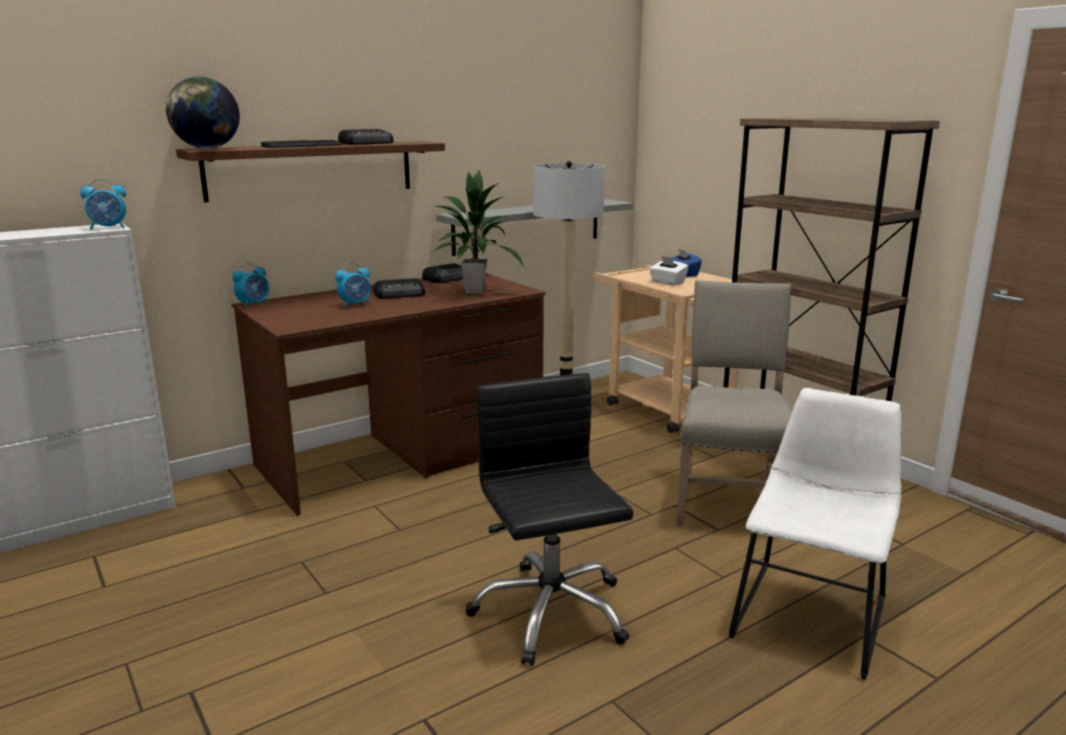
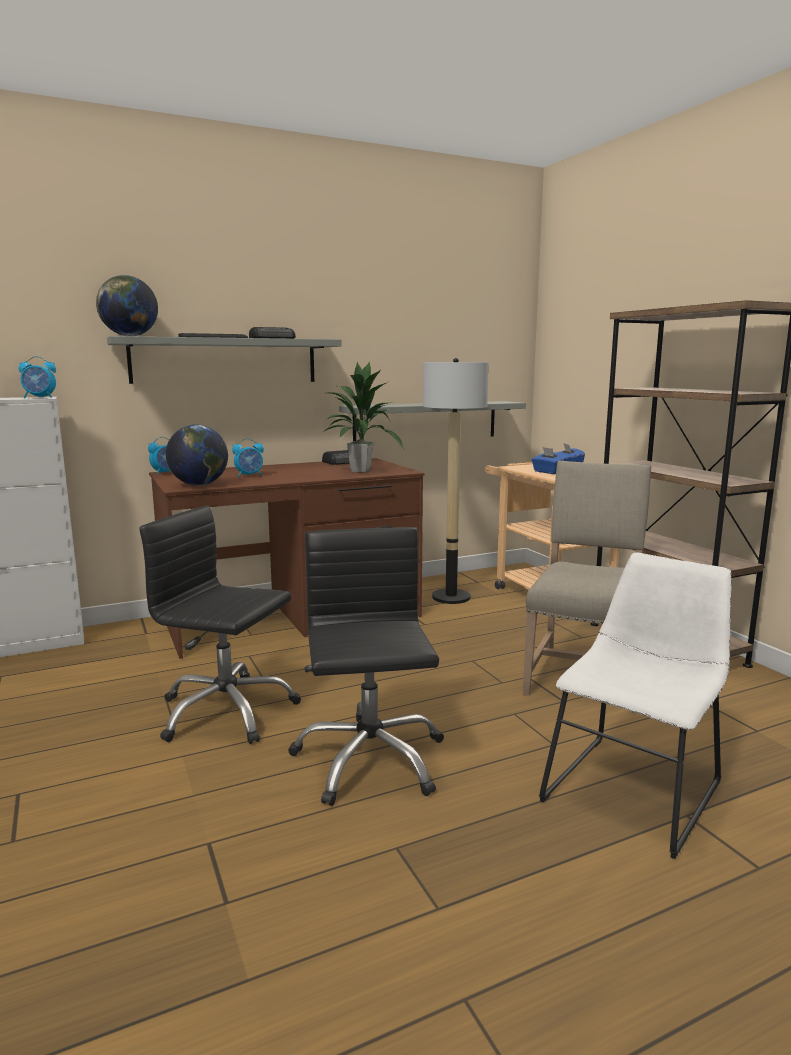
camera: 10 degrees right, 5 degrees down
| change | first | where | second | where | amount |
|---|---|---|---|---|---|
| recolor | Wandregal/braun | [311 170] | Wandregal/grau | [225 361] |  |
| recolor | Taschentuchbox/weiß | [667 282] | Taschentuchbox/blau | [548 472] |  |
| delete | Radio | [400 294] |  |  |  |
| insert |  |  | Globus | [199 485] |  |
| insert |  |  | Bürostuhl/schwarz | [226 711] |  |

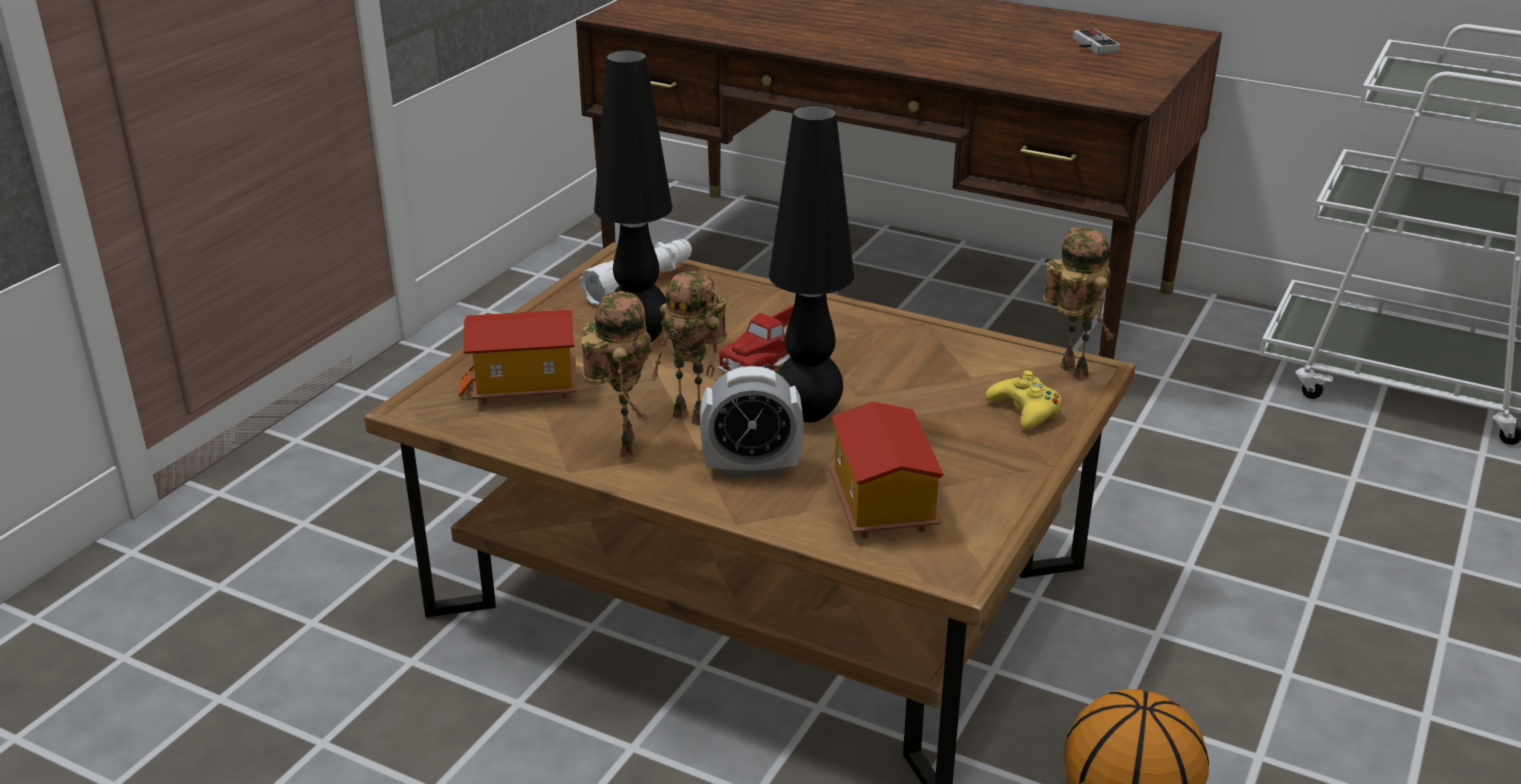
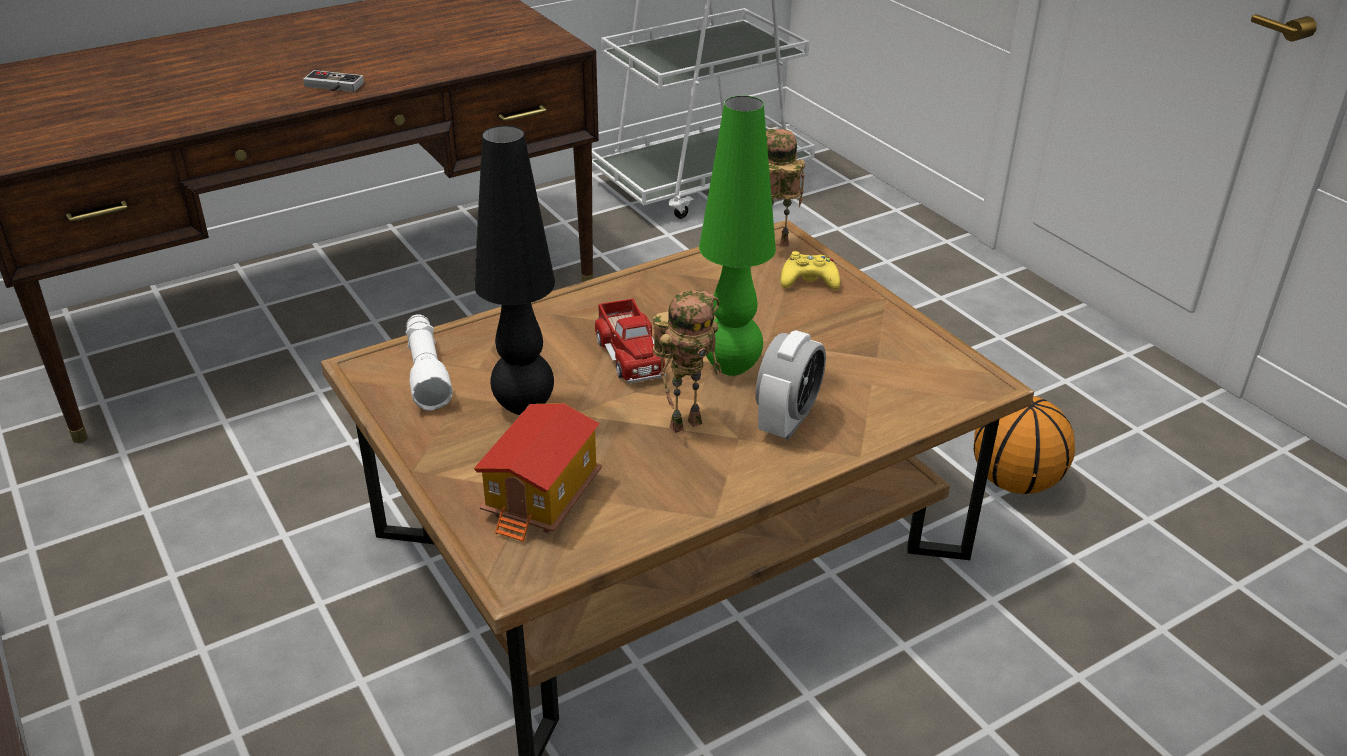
camera: 60 degrees left, 5 degrees up
| change | first | where | second | where | amount |
|---|---|---|---|---|---|
| move | Gamepad | [1090 46] |  | [331 87] |  |
| recolor | Tischlampe/schwarz | [808 414] | Tischlampe/grün | [731 368] |  |
| delete | Spielzeugroboter | [623 446] |  |  |  |
| delete | Spielzeughaus | [880 506] |  |  |  |

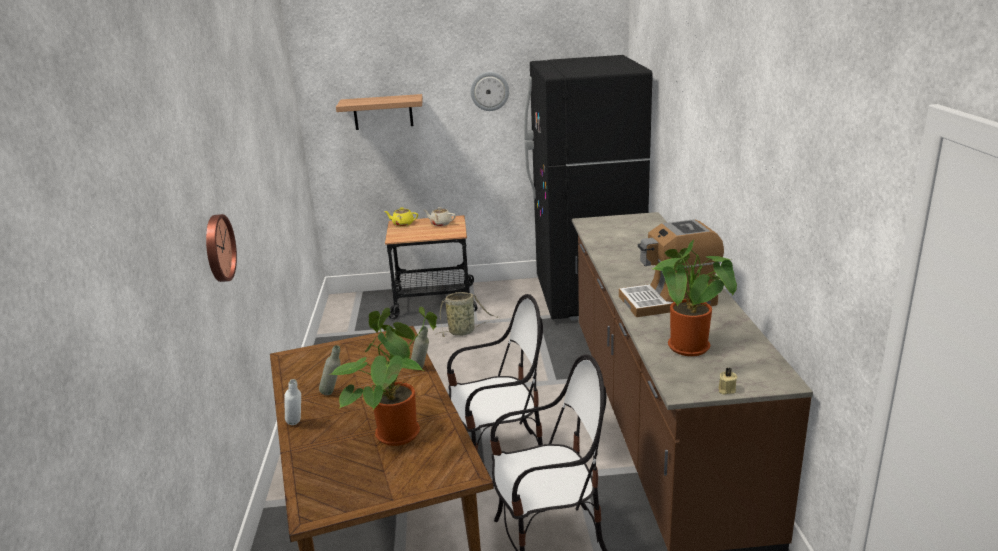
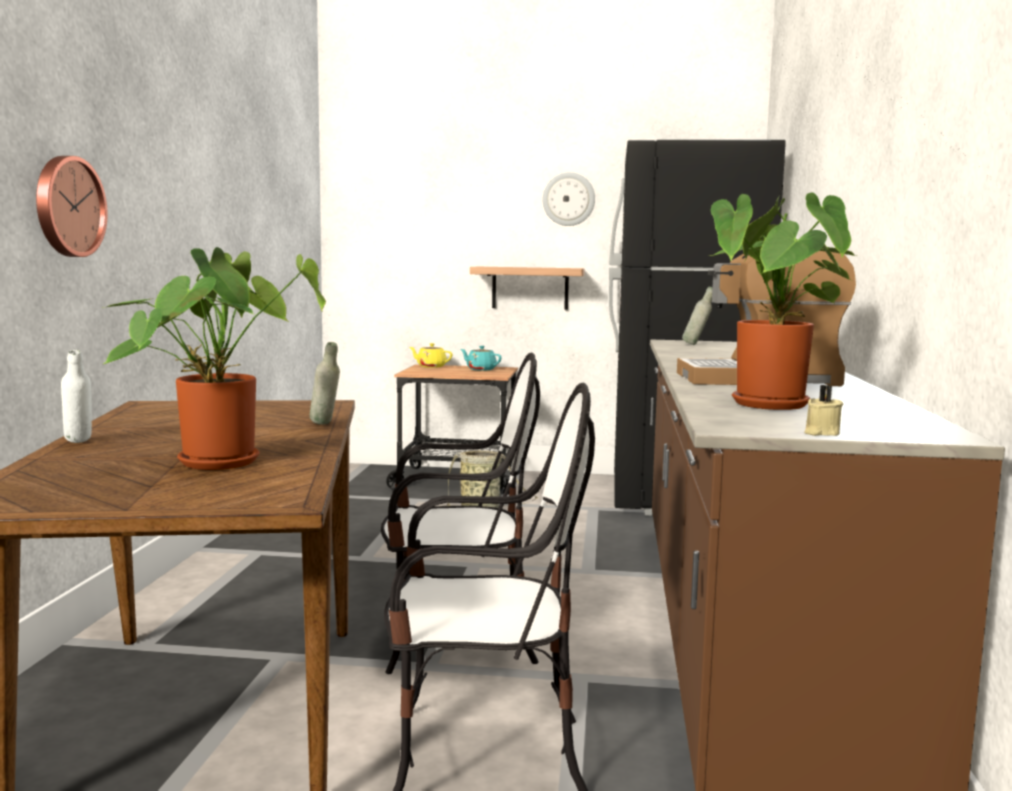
camera: 10 degrees right, 15 degrees down
| change | first | where | second | where | amount |
|---|---|---|---|---|---|
| move | Wandregal | [383 112] |  | [530 288] |  |
| recolor | Teekanne/beige | [440 223] | Teekanne/türkis | [480 369] |  |
| move | Flasche/grau | [333 393] |  | [696 344] |  |

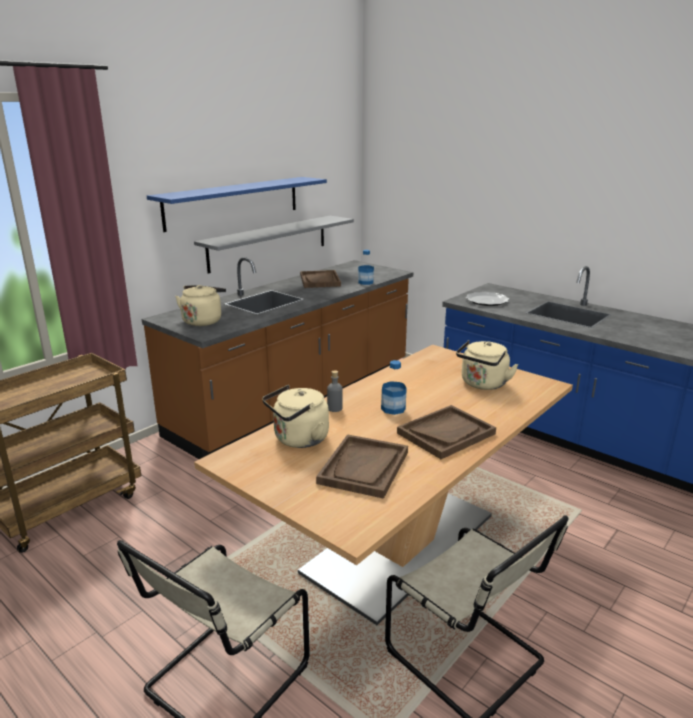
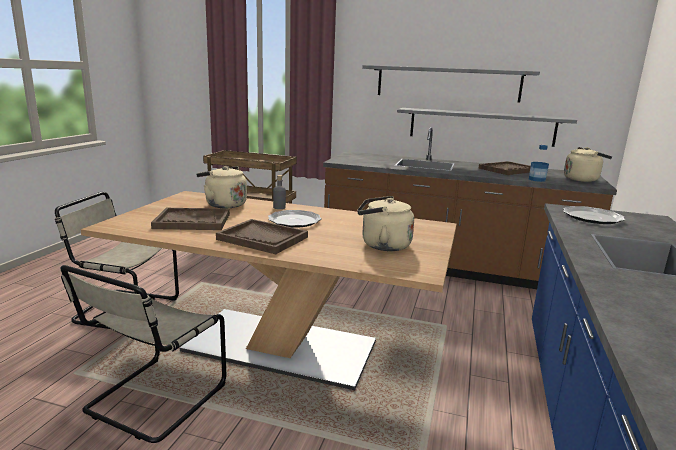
camera: 65 degrees right, 5 degrees down
| change | first | where | second | where | amount |
|---|---|---|---|---|---|
| recolor | Wandregal/blau | [234 202] | Wandregal/grau | [447 83] |  |
| move | Wasserkessel/beige | [203 321] |  | [582 179] |  |
| replace | Flasche | [393 408] | Teller | [294 221] |  |

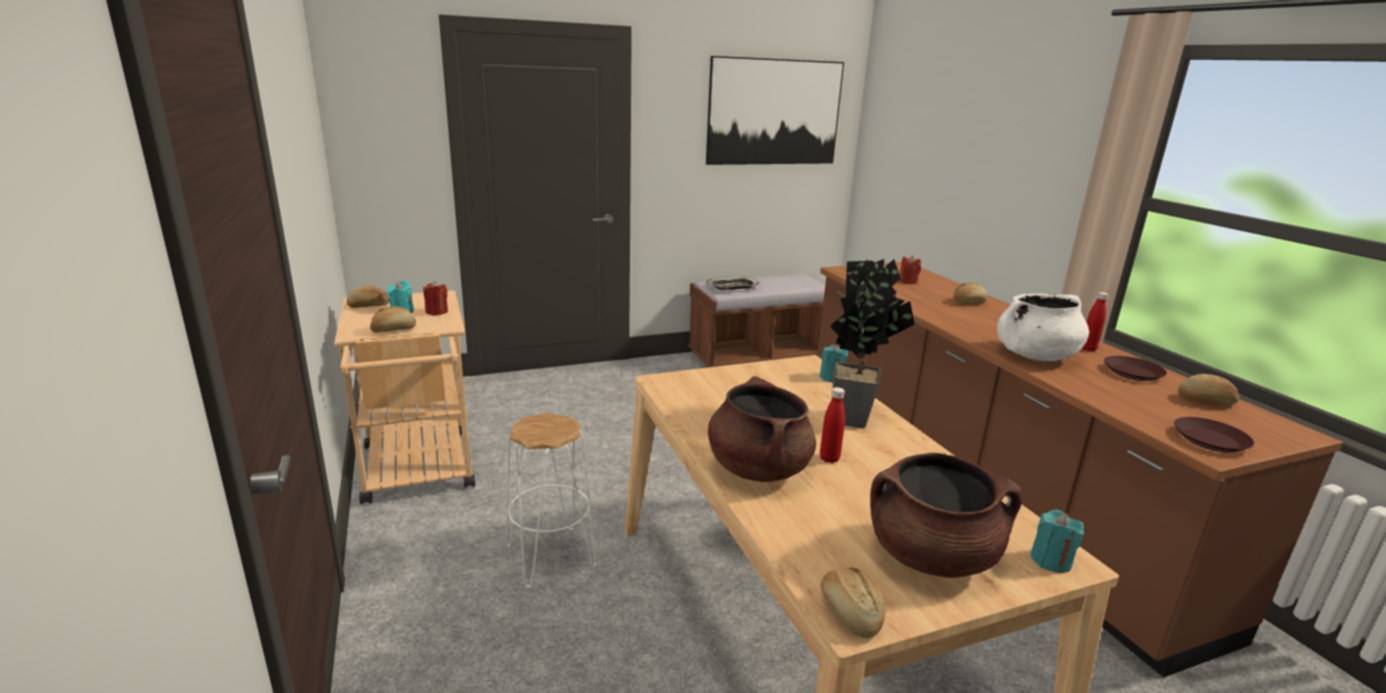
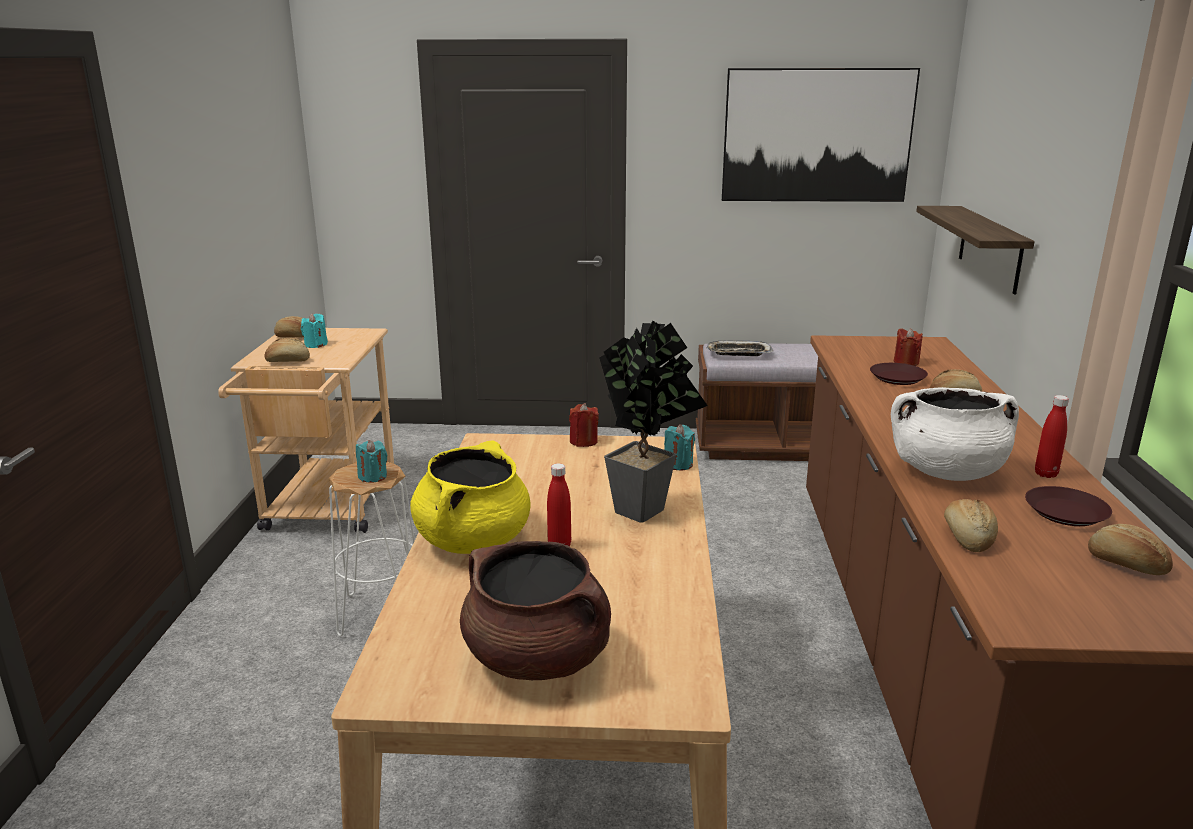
camera: 25 degrees right, 0 degrees up
| change | first | where | second | where | amount |
|---|---|---|---|---|---|
| move | Kerze/rot | [436 312] |  | [583 441] |  |
| recolor | Kochtopf/braun | [758 468] | Kochtopf/gelb | [473 540] |  |
| move | Teller/braun | [1209 440] |  | [897 378] |  |
| move | Kerze/türkis | [1051 560] |  | [373 476] |  |
| move | Brot | [850 613] |  | [968 537] |  |
| insert |  |  | Wandregal | [990 248] |  |

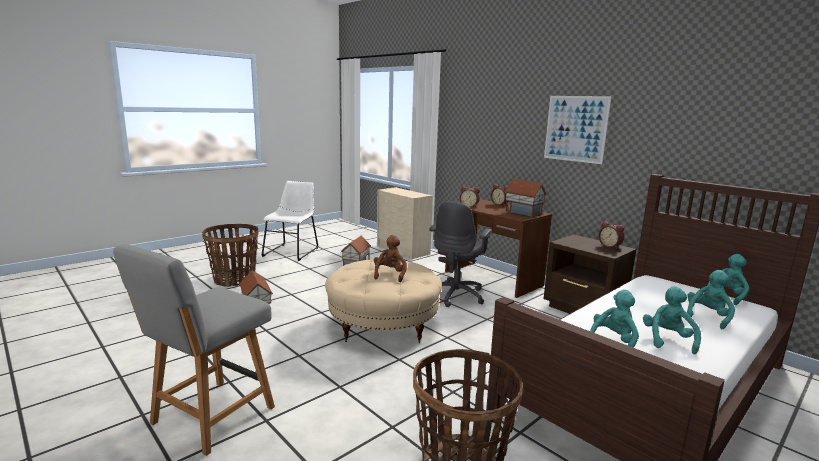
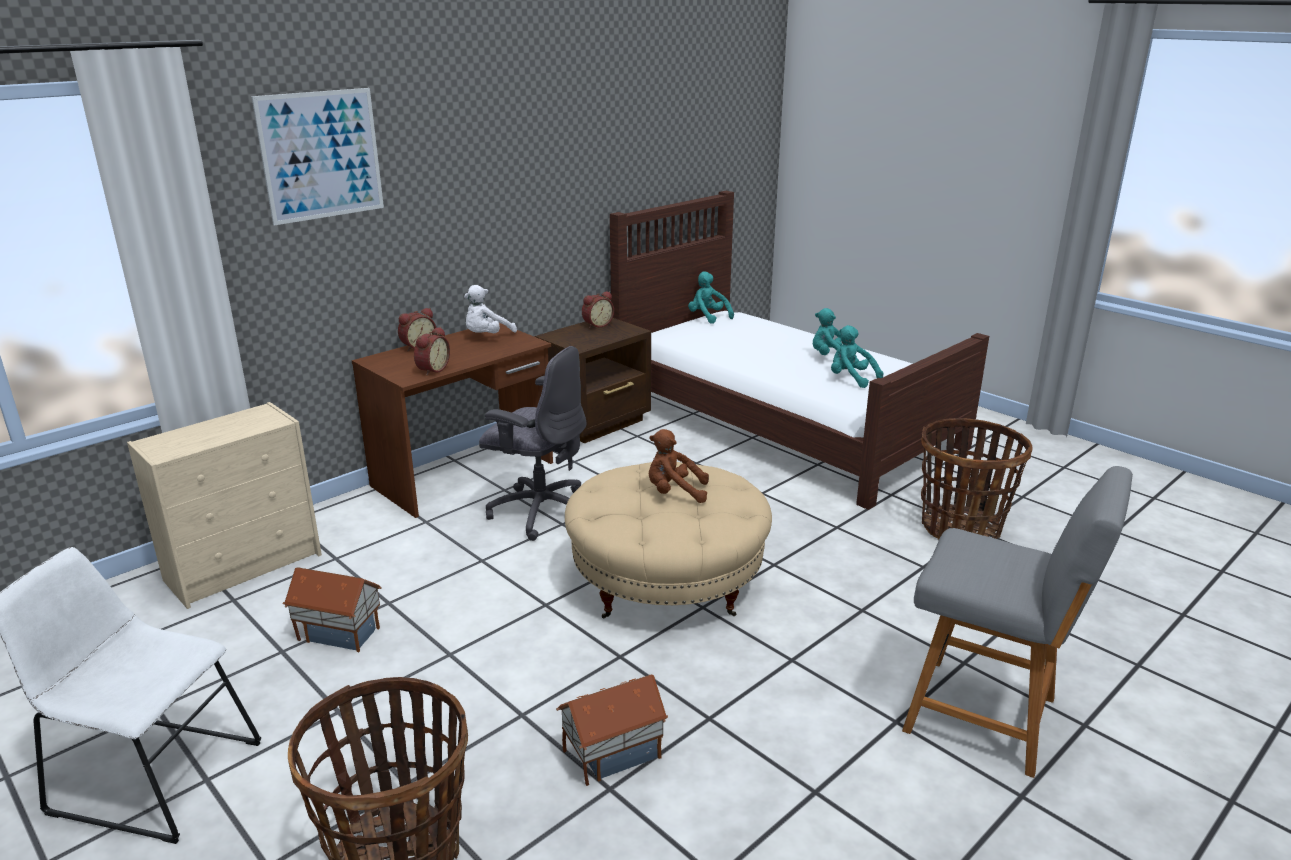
camera: 90 degrees left, 10 degrees up
| change | first | where | second | where | amount |
|---|---|---|---|---|---|
| move | Bild | [575 129] |  | [321 155] |  |
| replace | Spielzeughaus | [523 212] | Plüschtier/weiß | [487 336] |  |
| delete | Plüschtier/türkis | [707 317] |  |  |  |

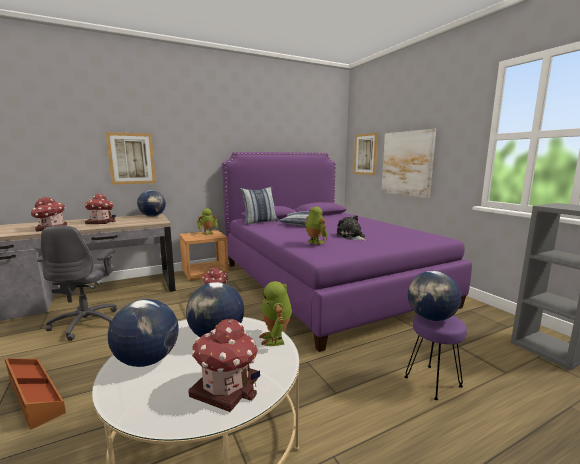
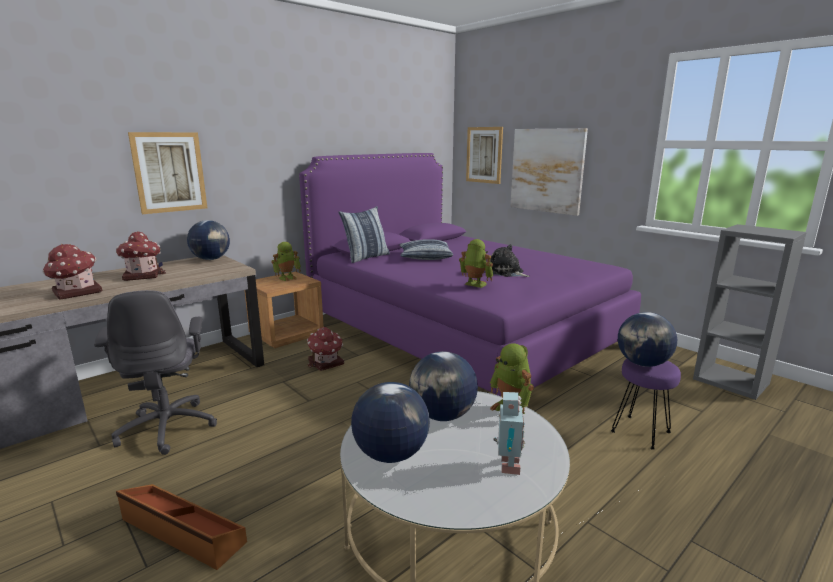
camera: 15 degrees left, 5 degrees up
| change | first | where | second | where | amount |
|---|---|---|---|---|---|
| replace | Spielzeughaus | [226 387] | Spielzeugroboter | [507 466] |  |

